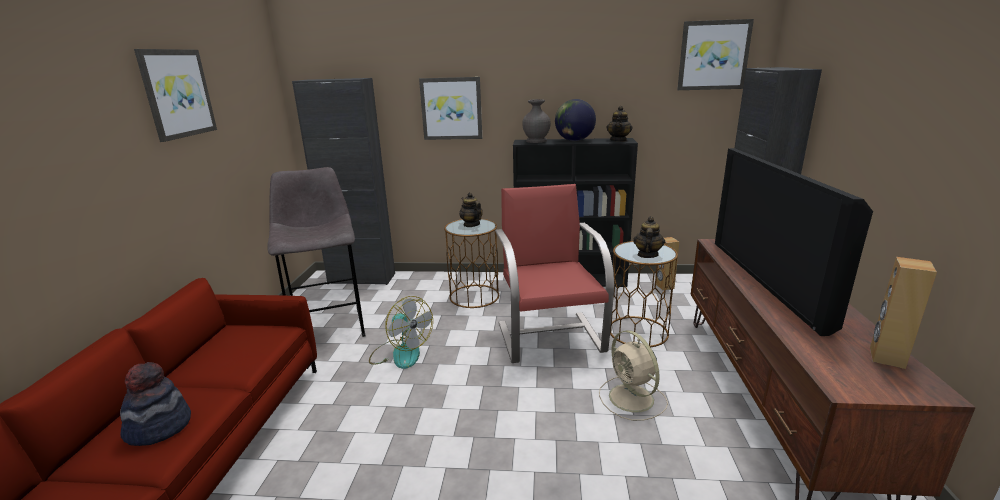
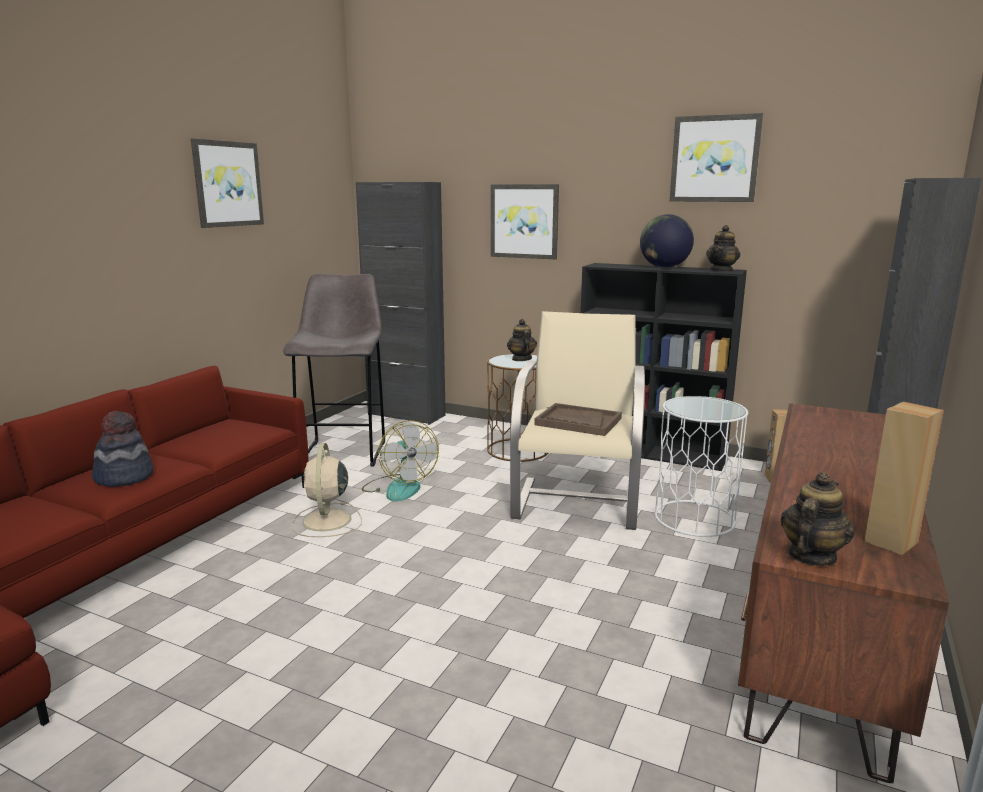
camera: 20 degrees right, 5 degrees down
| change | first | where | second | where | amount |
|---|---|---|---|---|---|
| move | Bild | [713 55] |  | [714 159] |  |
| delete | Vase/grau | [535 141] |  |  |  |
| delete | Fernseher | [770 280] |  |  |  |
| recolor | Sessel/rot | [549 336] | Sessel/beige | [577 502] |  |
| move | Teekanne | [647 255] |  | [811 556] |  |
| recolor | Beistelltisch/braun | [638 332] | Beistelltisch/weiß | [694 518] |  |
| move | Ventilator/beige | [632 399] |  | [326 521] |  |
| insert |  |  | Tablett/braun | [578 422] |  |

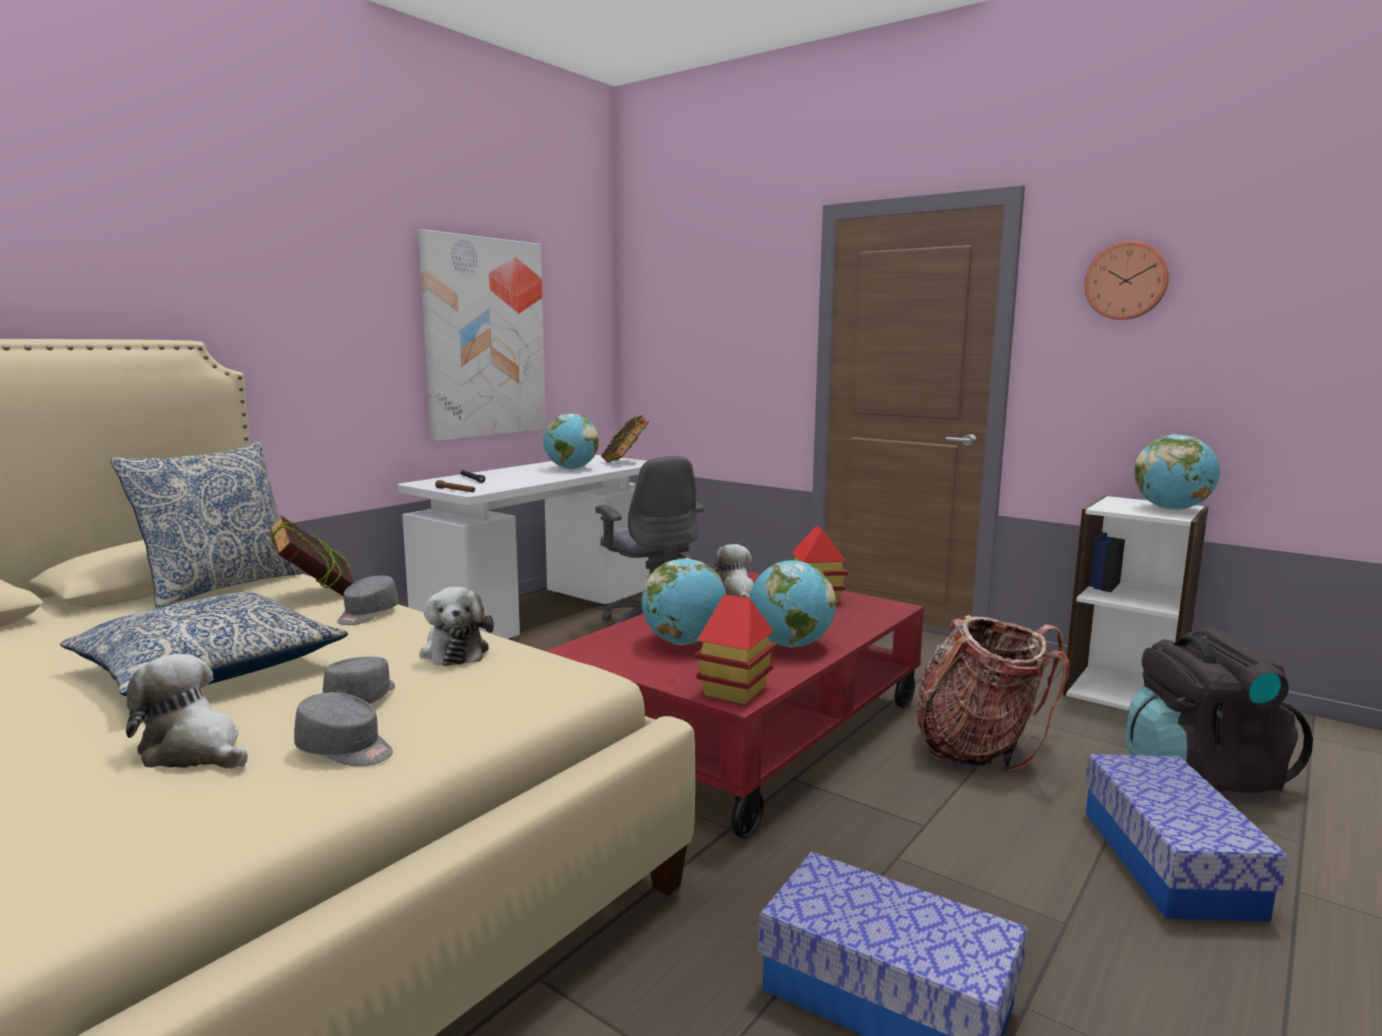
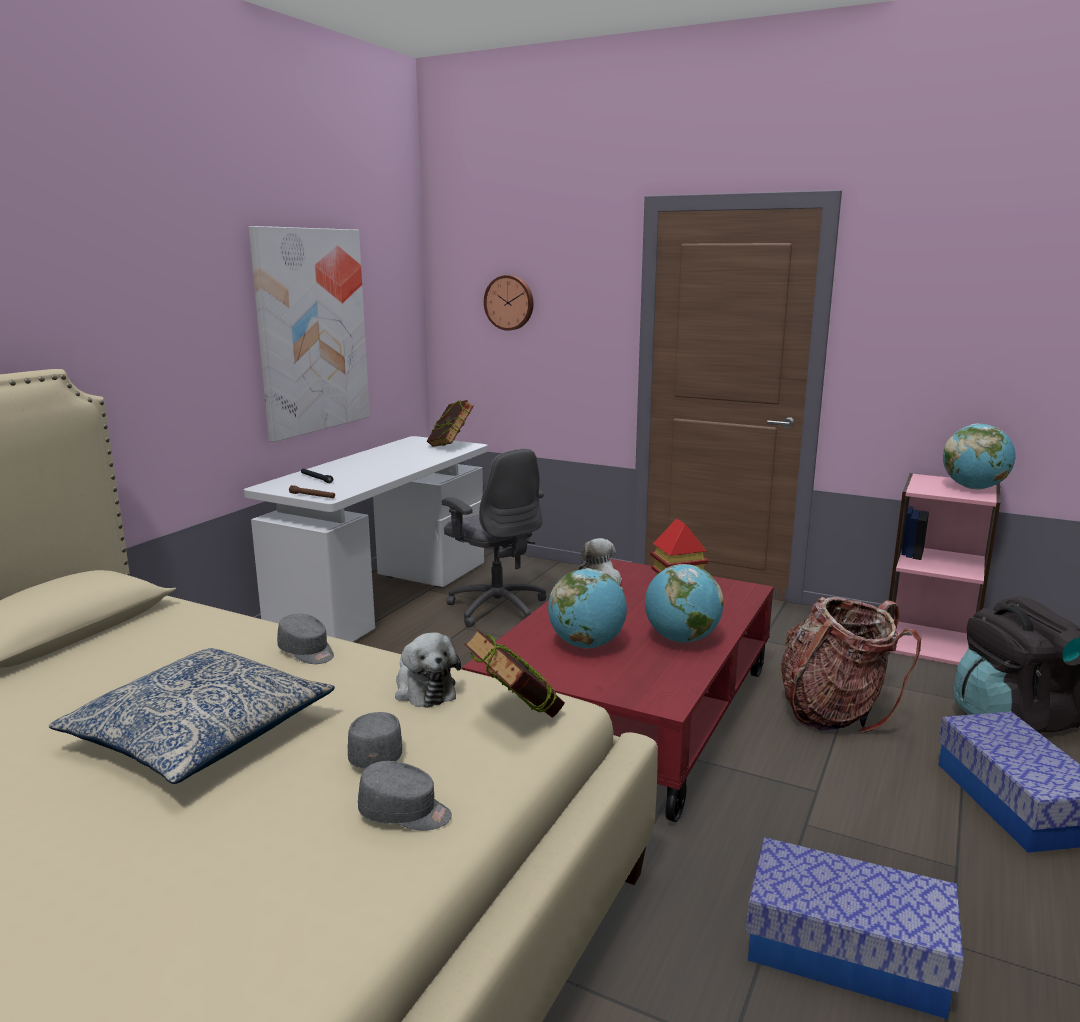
camera: 10 degrees left, 5 degrees up
| change | first | where | second | where | amount |
|---|---|---|---|---|---|
| move | Wanduhr | [1127 281] |  | [509 302] |  |
| delete | Globus | [571 469] |  |  |  |
| delete | Kissen | [220 587] |  |  |  |
| recolor | Bücherregal/weiß | [1124 691] | Bücherregal/rosa | [929 643] |  |
| move | Buch | [316 595] |  | [515 718] |  |
| rotate | Kappe/grau | [367 614] |  | [307 652] | 60 degrees counterclockwise |
| delete | Spielzeughaus | [735 691] |  |  |  |
| delete | Plüschtier | [194 751] |  |  |  |

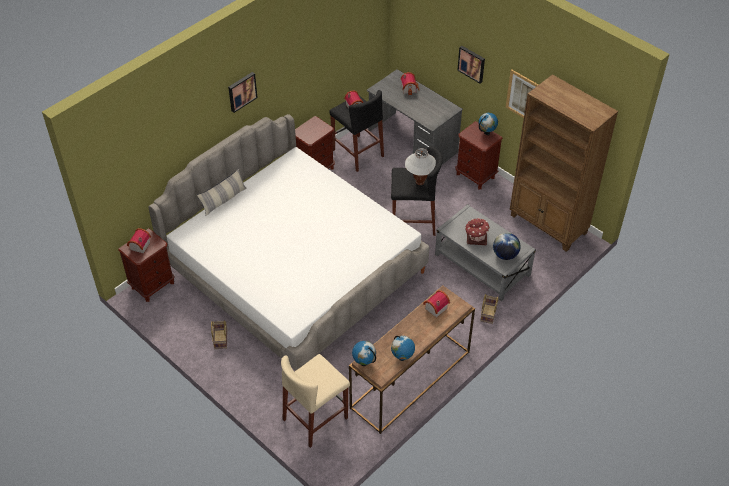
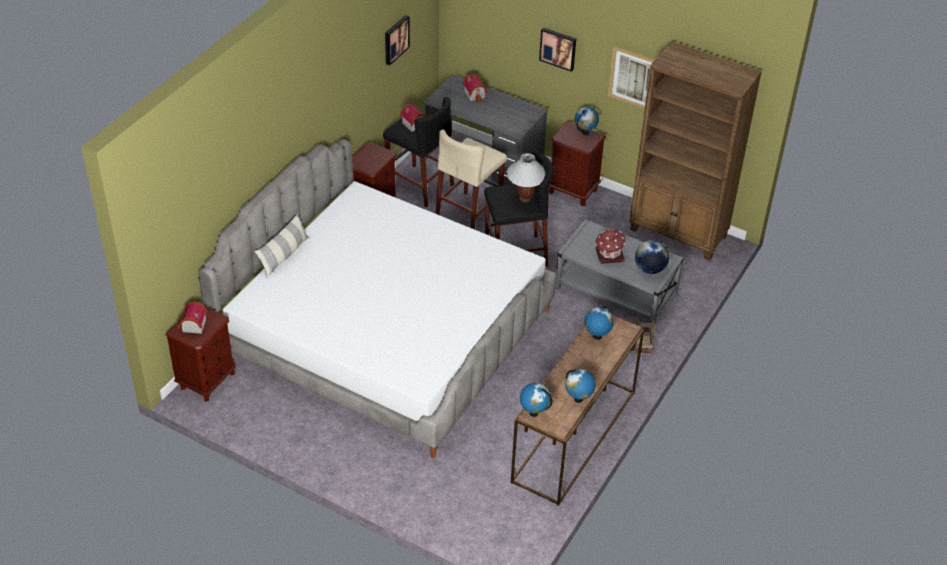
camera: 15 degrees left, 5 degrees down
| change | first | where | second | where | amount |
|---|---|---|---|---|---|
| move | Bild | [241 91] |  | [395 39] |  |
| replace | Spielzeughaus | [434 308] | Globus | [597 336] |  |
| delete | Korb | [220 339] |  |  |  |
| move | Hocker/beige | [315 419] |  | [468 214] |  |

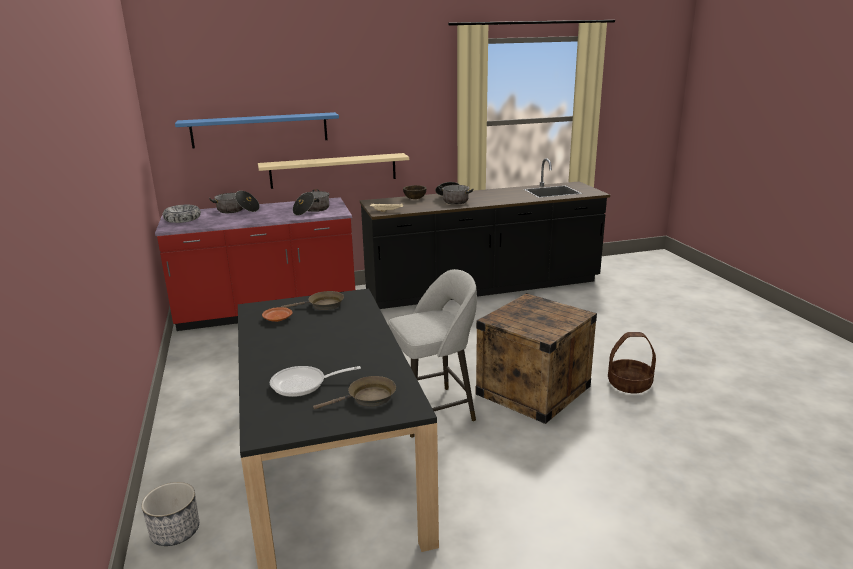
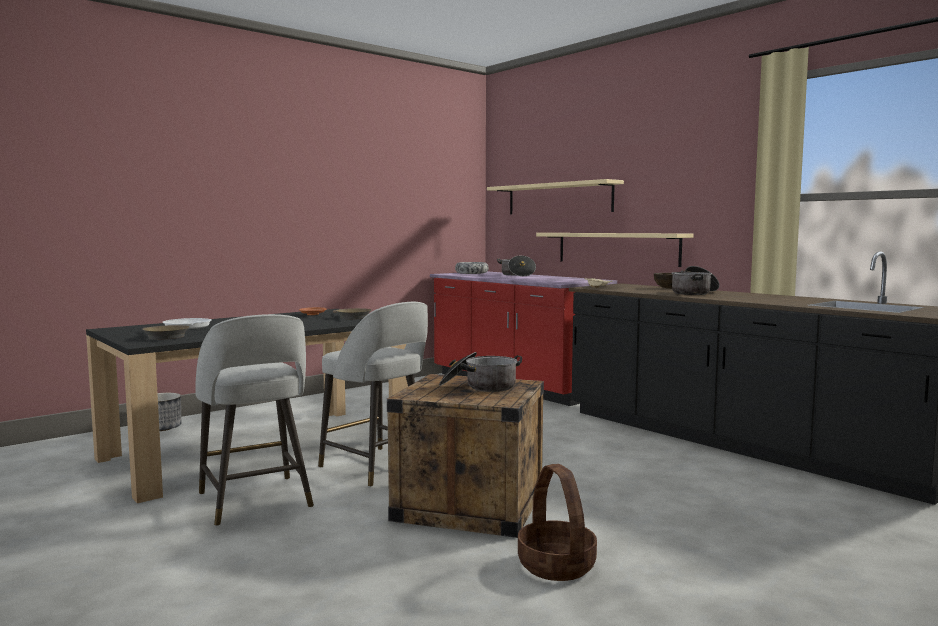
camera: 65 degrees right, 15 degrees down
| change | first | where | second | where | amount |
|---|---|---|---|---|---|
| recolor | Wandregal/blau | [260 130] | Wandregal/beige | [558 198] |  |
| move | Kochtopf | [312 210] |  | [479 387] |  |
| insert |  |  | Hocker/grau | [255 501] |  |

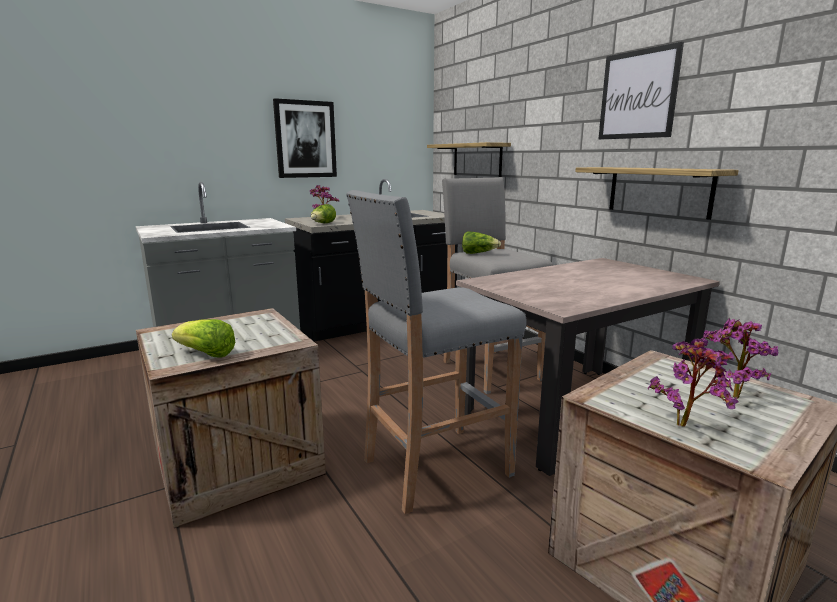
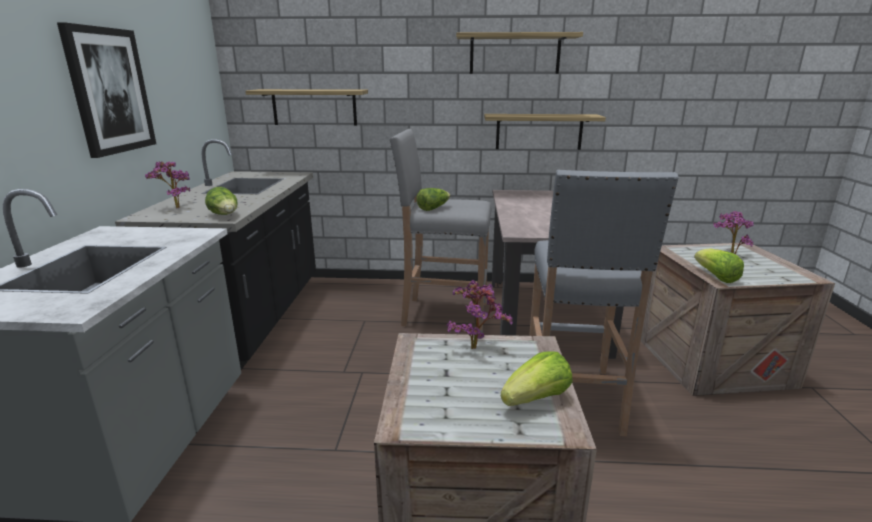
camera: 55 degrees left, 5 degrees up
| change | first | where | second | where | amount |
|---|---|---|---|---|---|
| replace | Bild | [638 95] | Wandregal | [514 54] |  |
| move | Topfpflanze | [687 426] |  | [475 346] |  |
| insert |  |  | Salatkopf | [716 277] |  |

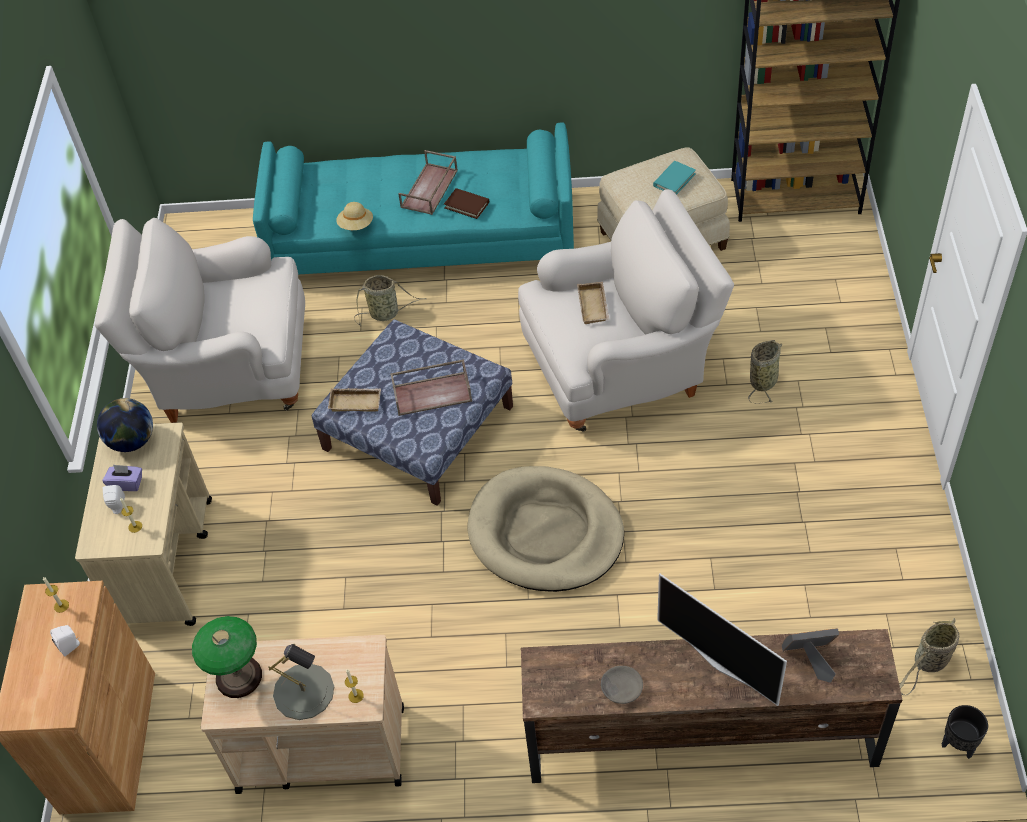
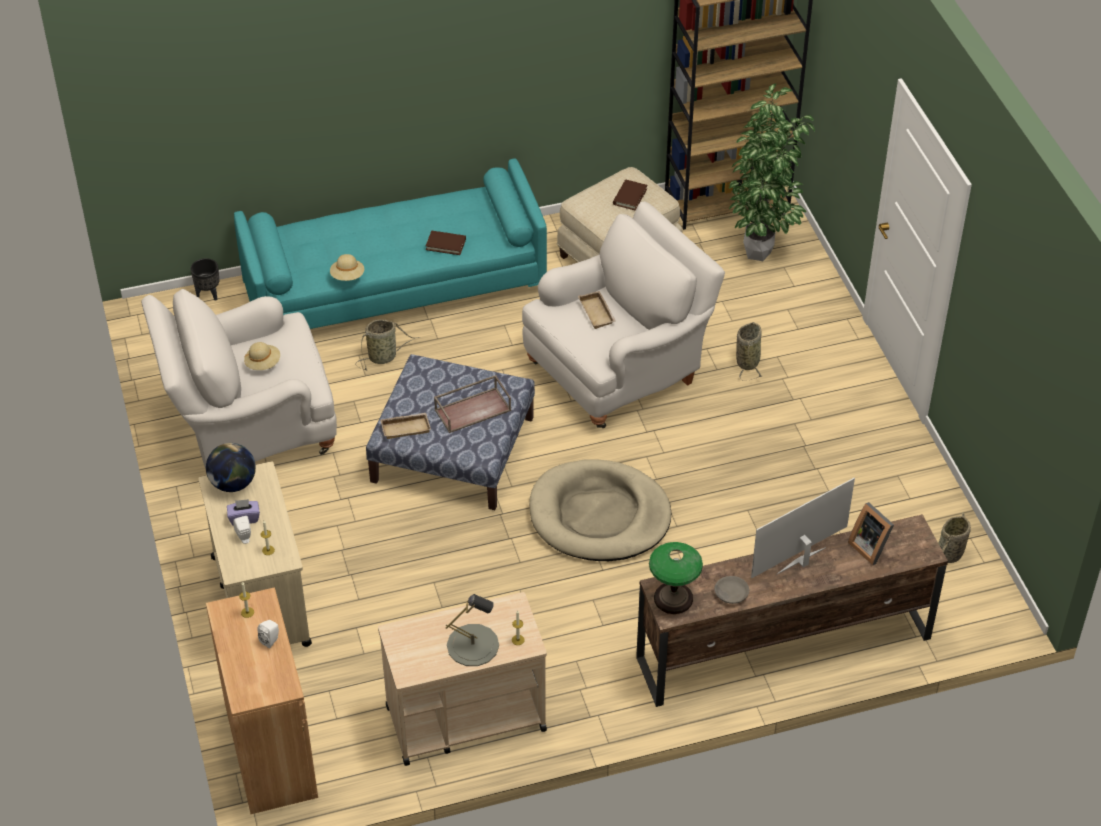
camera: 20 degrees left, 5 degrees down
| change | first | where | second | where | amount |
|---|---|---|---|---|---|
| delete | Tablett/braun | [429 189] |  |  |  |
| recolor | Buch/türkis | [674 180] | Buch/braun | [630 196] |  |
| rotate | Fernseher | [720 663] |  | [802 562] | 120 degrees clockwise |
| move | Tischlampe | [238 676] |  | [673 598] |  |
| rotate | Bilderrahmen | [809 660] |  | [870 546] | 105 degrees counterclockwise |
| move | Pflanzkübel/schwarz | [958 744] |  | [208 294] |  |
| insert |  |  | Topfpflanze | [761 254] |  |
| insert |  |  | Hut/beige | [263 363] |  |

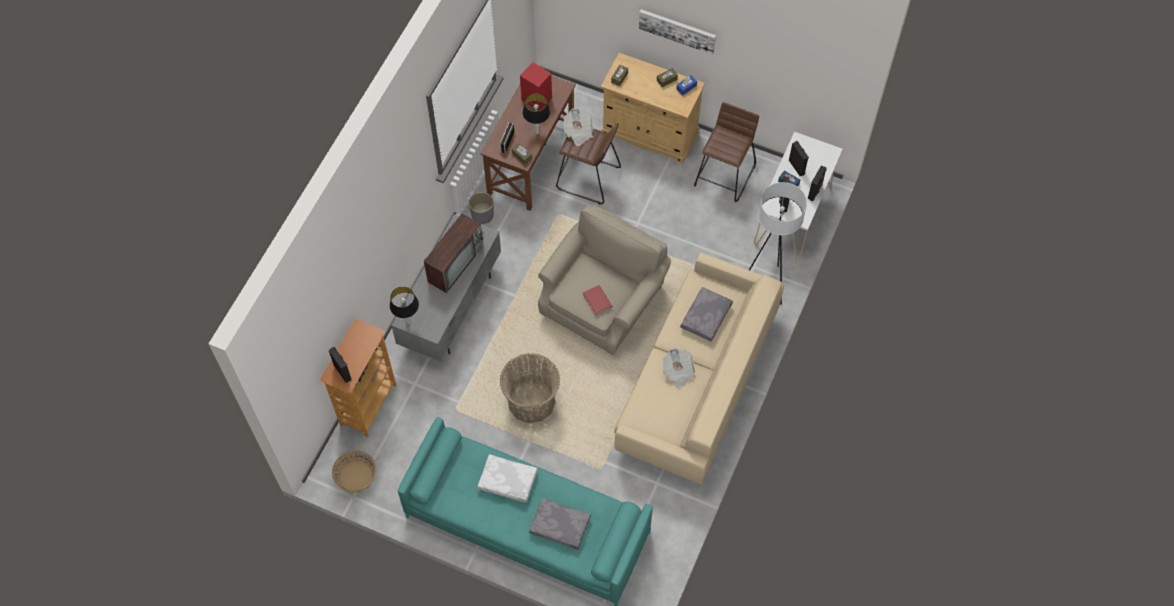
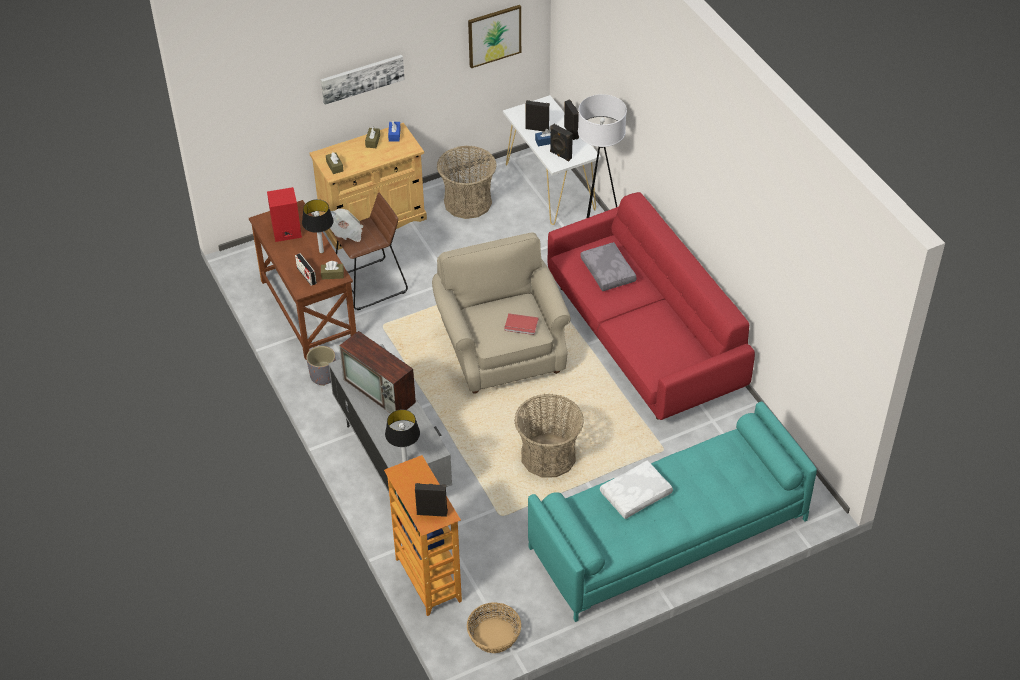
camera: 50 degrees left, 15 degrees down
| change | first | where | second | where | amount |
|---|---|---|---|---|---|
| replace | Hocker/braun | [724 175] | Korb | [468 202] |  |
| rotate | Fernseher | [456 262] |  | [380 391] | 150 degrees clockwise |
| recolor | Sofa/beige | [695 383] | Sofa/rot | [642 338] |  |
| delete | Zeitung | [678 372] |  |  |  |
| delete | Kissen/grau | [559 527] |  |  |  |
| insert |  |  | Bild | [494 35] |  |

